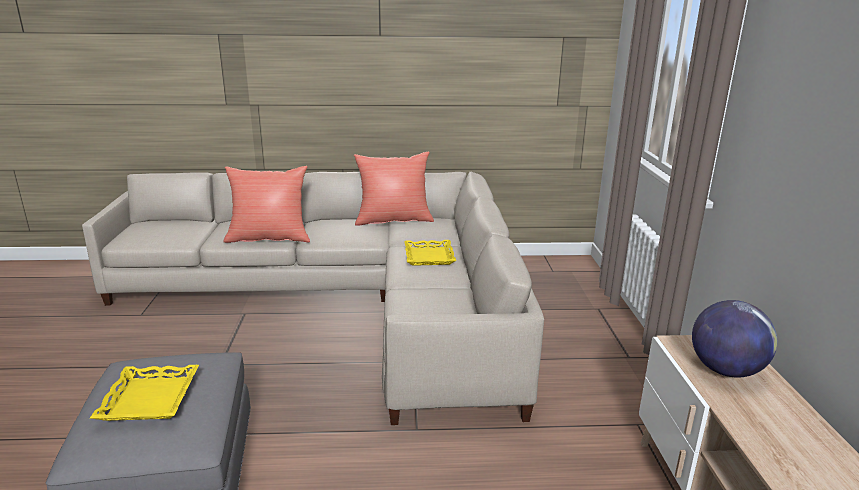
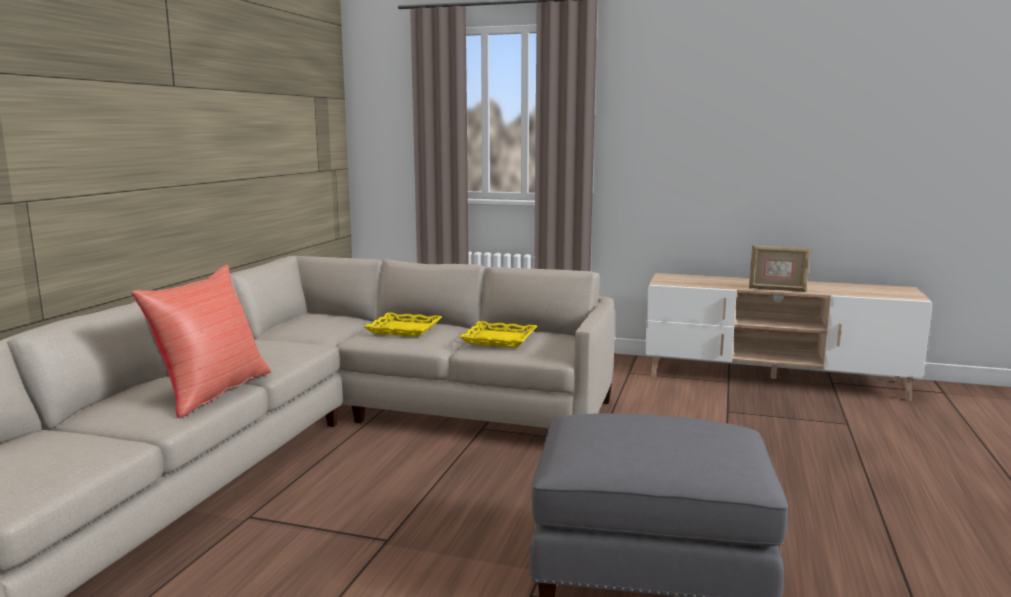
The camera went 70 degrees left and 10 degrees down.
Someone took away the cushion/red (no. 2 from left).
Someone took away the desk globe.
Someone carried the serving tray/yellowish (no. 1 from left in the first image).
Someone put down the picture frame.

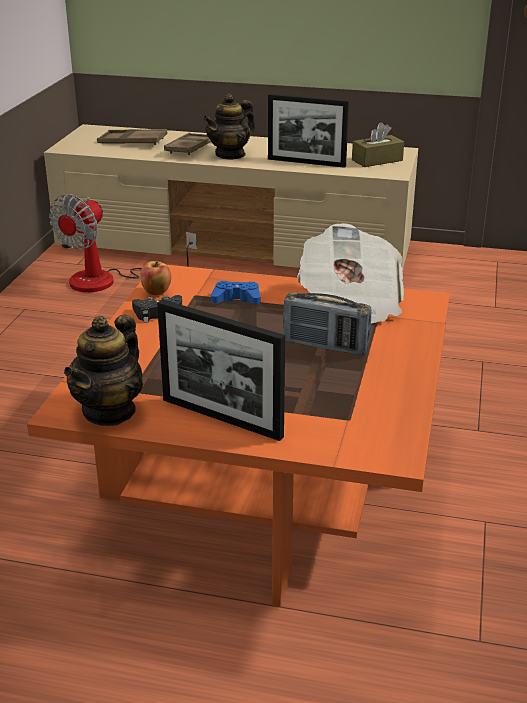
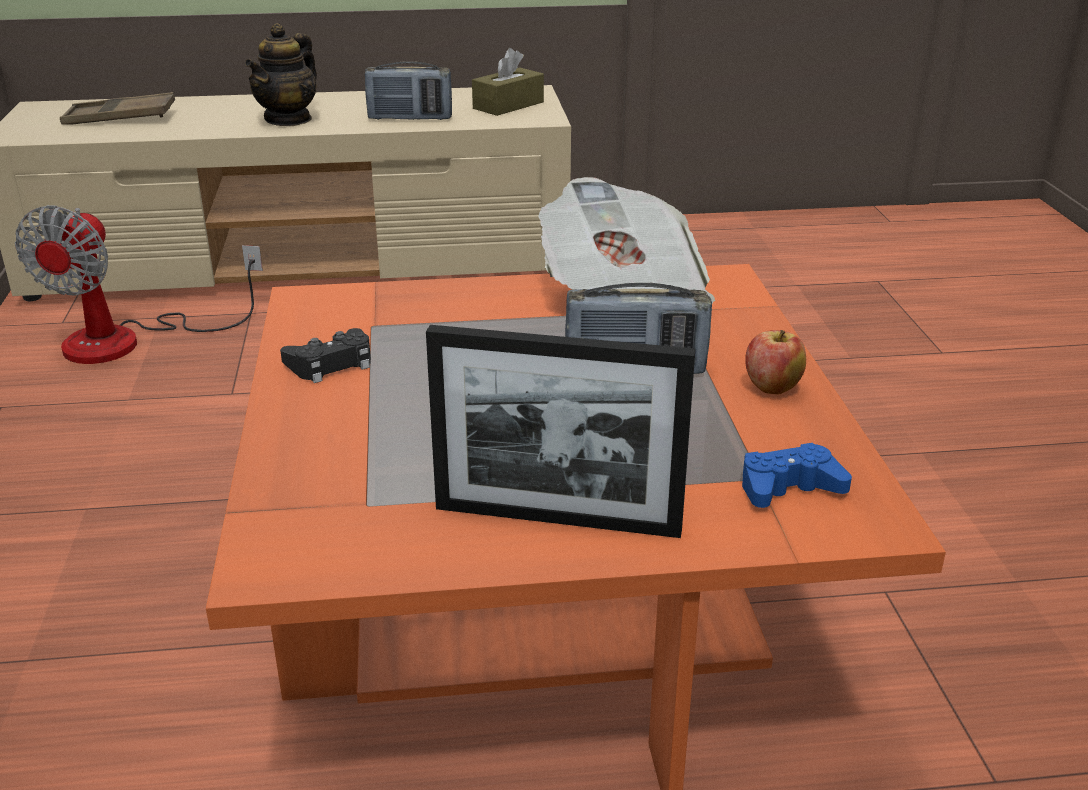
The camera went 20 degrees left and 0 degrees up.
Someone swapped the picture frame (no. 2 from left) for the radio receiver (no. 1 from left).
Someone took away the serving tray/brown (no. 2 from left).
Someone carried the apple.
Someone carried the gamepad/blue-coloured.
Someone took away the pot for tea (no. 1 from left).

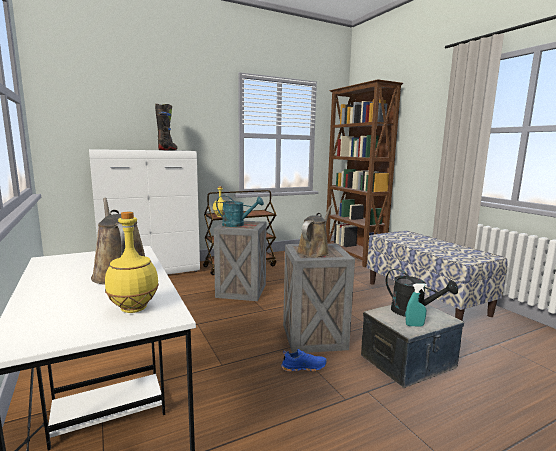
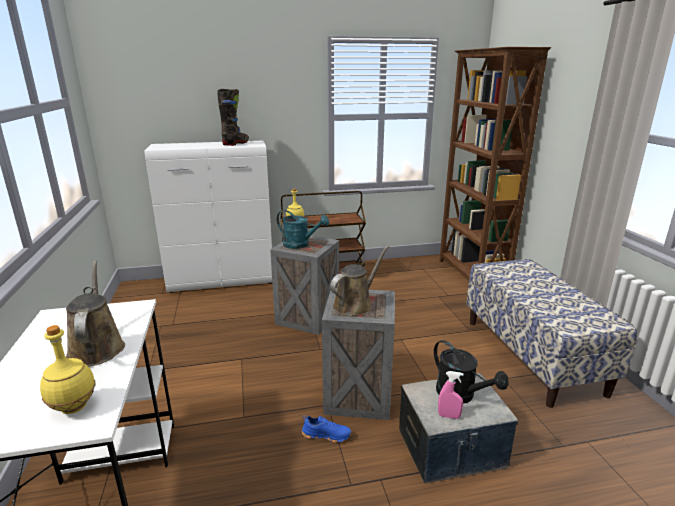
The camera went 15 degrees right and 10 degrees up.
Someone repainted the hand sprayer/turquoise-coloured, which became the hand sprayer/pinkish.

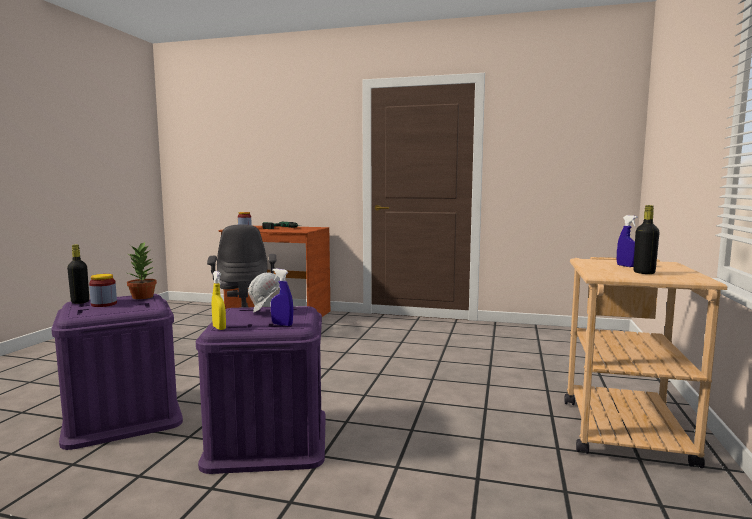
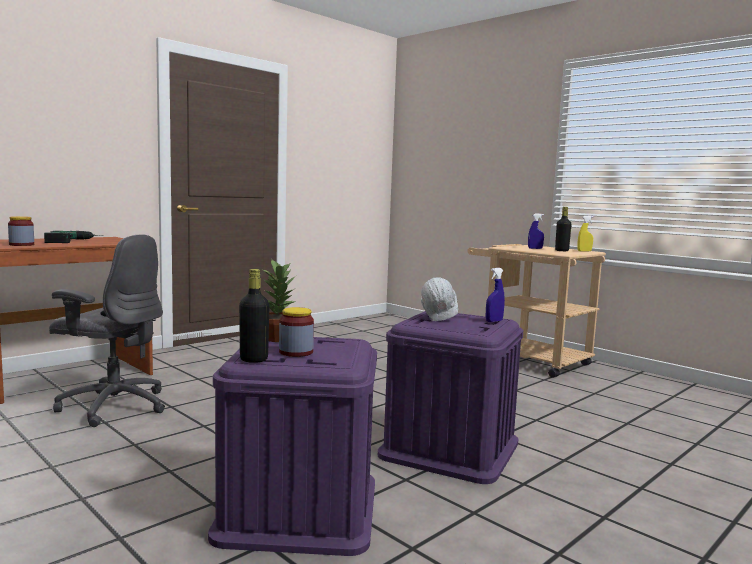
The camera went 60 degrees left and 0 degrees up.
Someone carried the hand sprayer/yellowish.

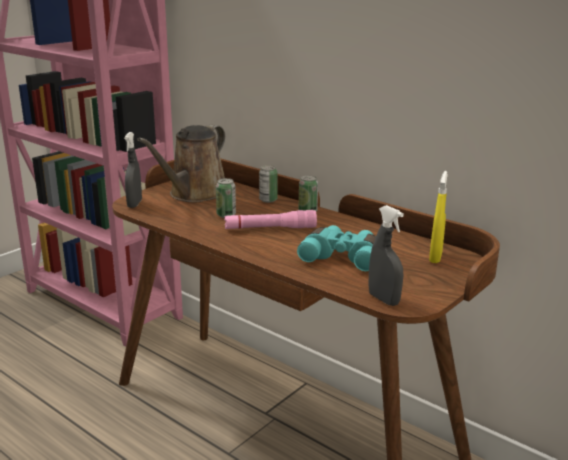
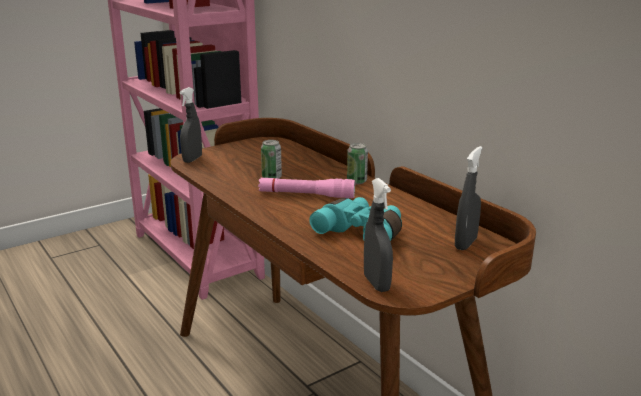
The camera went 15 degrees right and 0 degrees up.
Someone took away the sprinkling can/brown.
Someone took away the can (no. 2 from left).
Someone repainted the hand sprayer/yellowish, which became the hand sprayer/grey (no. 3 from left).

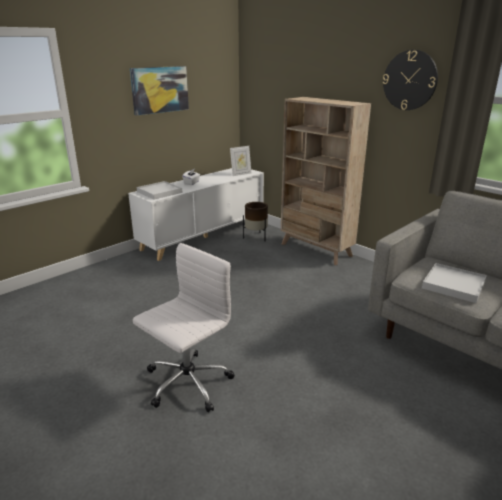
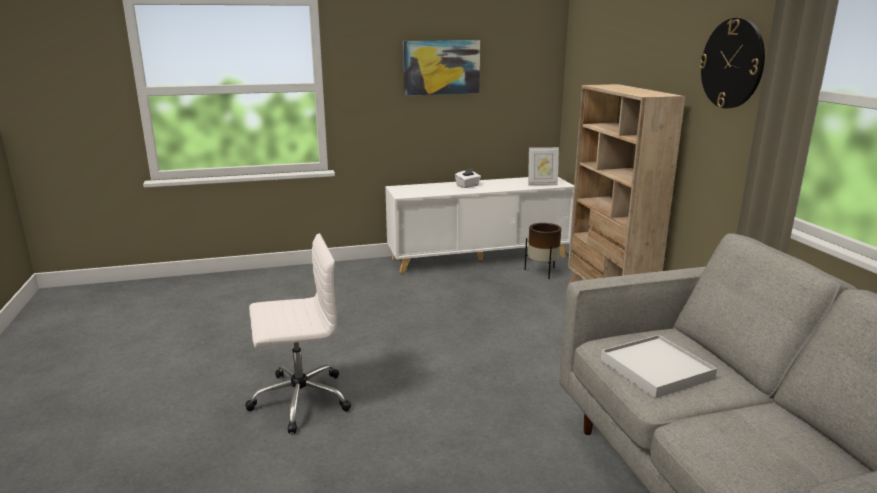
The camera went 30 degrees right and 5 degrees down.
Someone took away the serving tray/whitish (no. 1 from left).

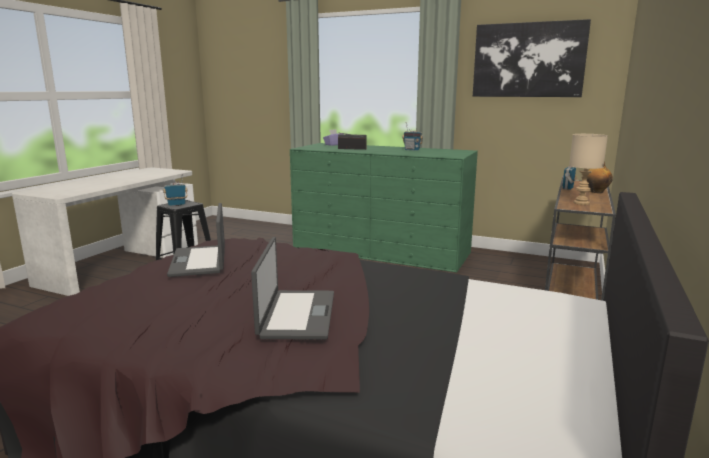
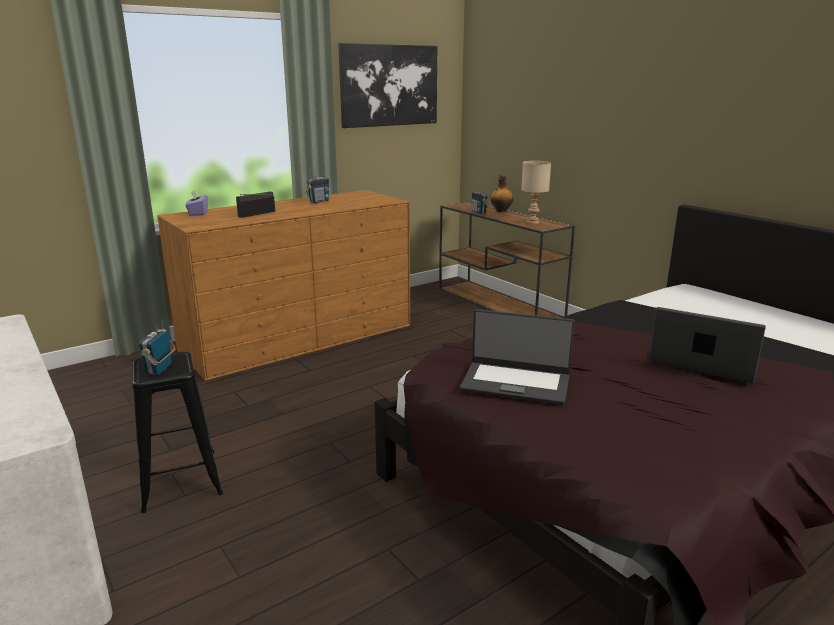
The camera went 60 degrees left and 5 degrees up.
Someone repainted the chest of drawers/green, which became the chest of drawers/brown.

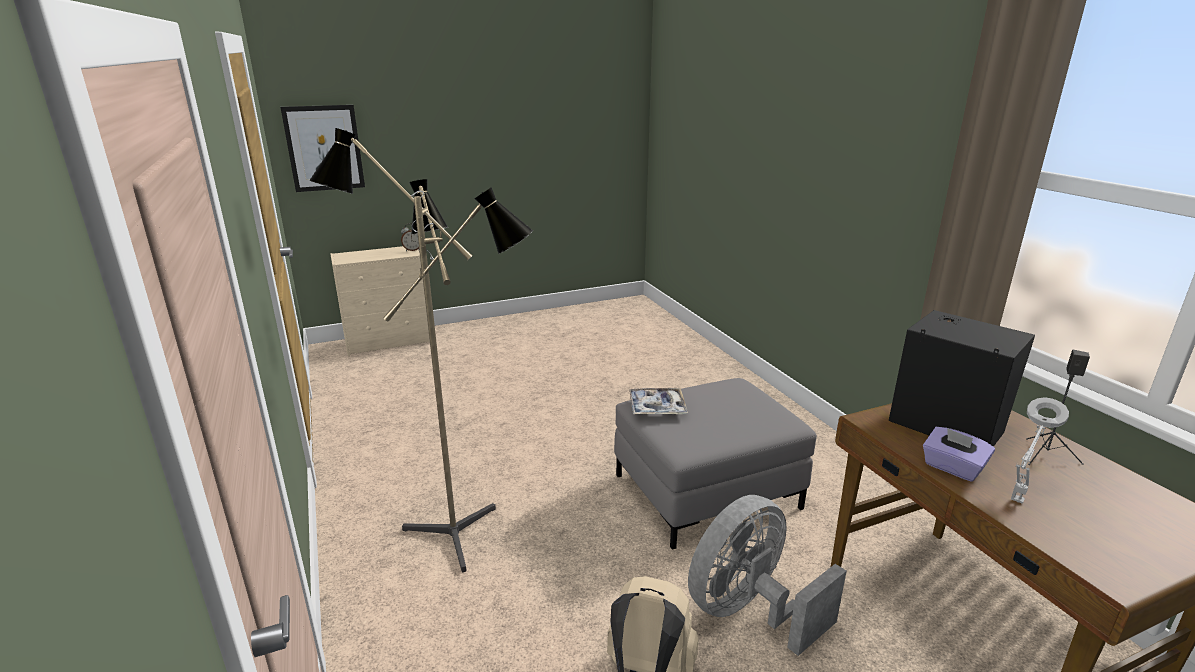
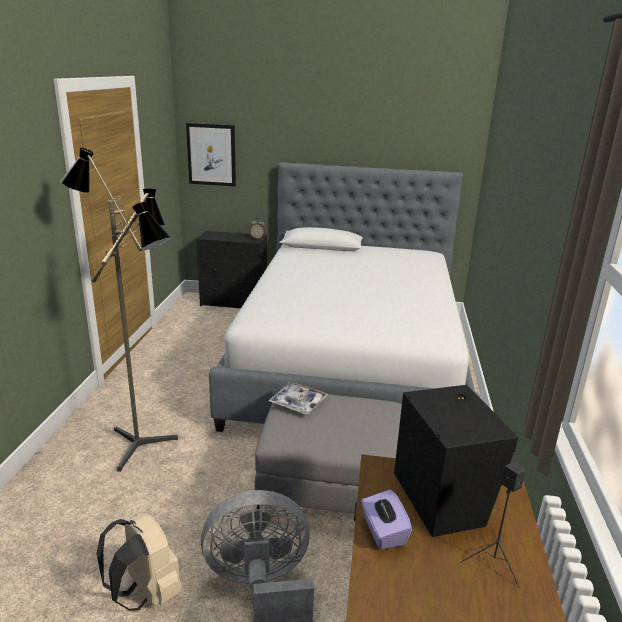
The camera went 30 degrees right and 0 degrees up.
Someone repainted the chest of drawers/beige, which became the chest of drawers/black.
Someone took away the table lamp/grey.
Someone put down the sleeping bed.

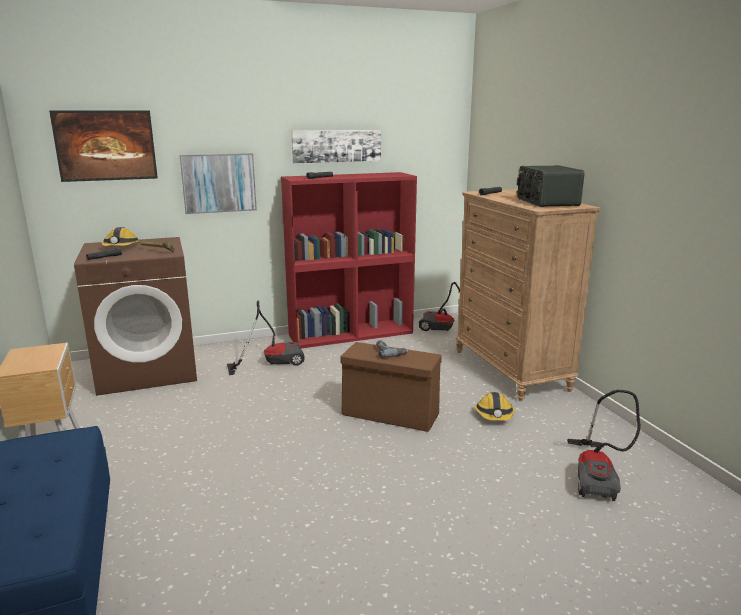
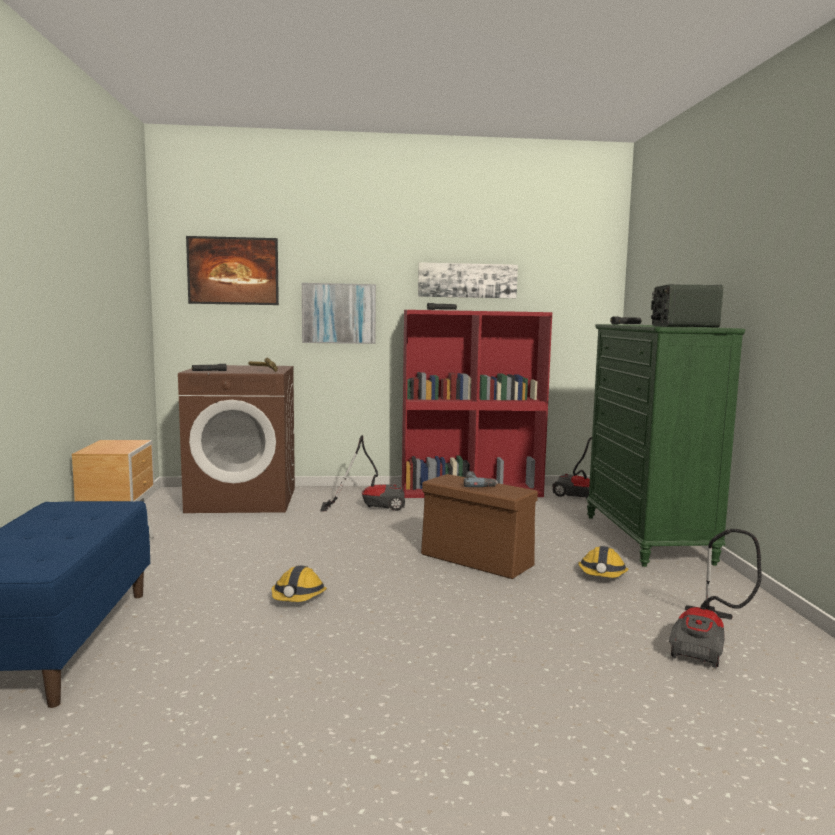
The camera went 15 degrees right and 10 degrees down.
Someone repainted the chest of drawers/brown, which became the chest of drawers/green.
Someone carried the safety helmet (no. 1 from left).

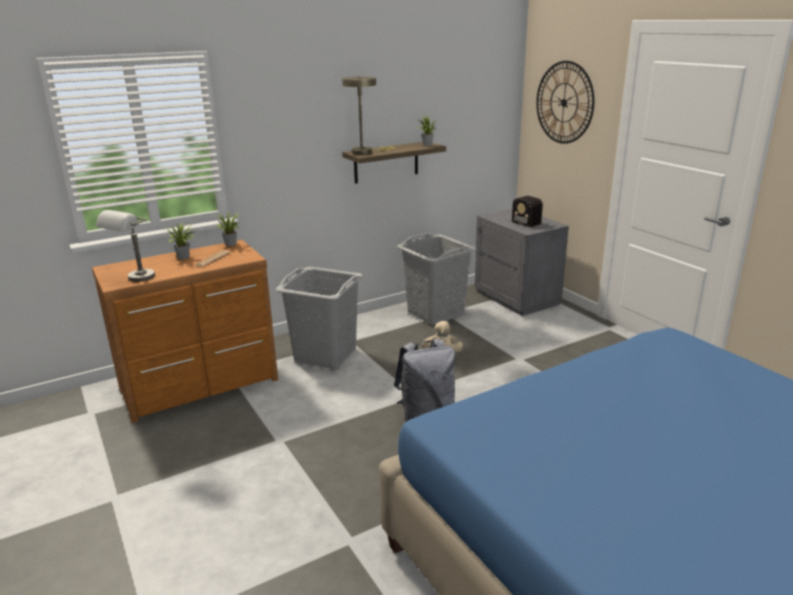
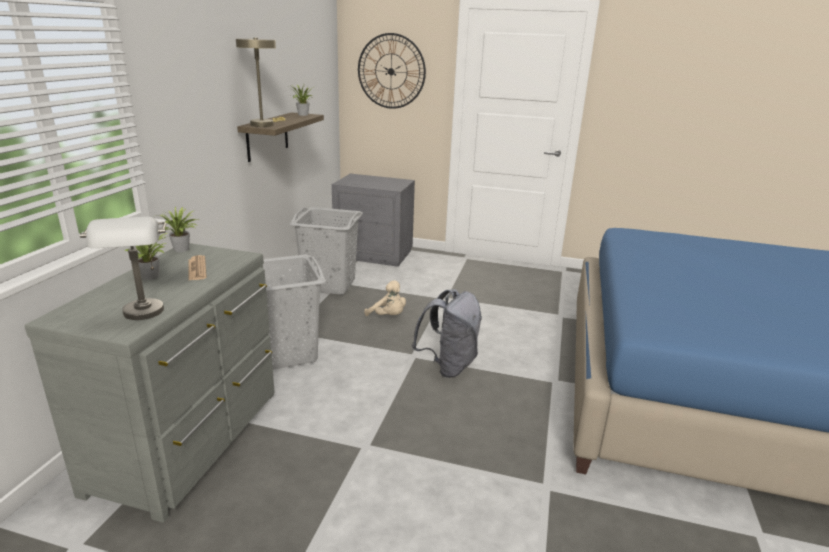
The camera went 45 degrees left and 0 degrees up.
Someone took away the radio receiver.
Someone repainted the chest of drawers/brown, which became the chest of drawers/grey.

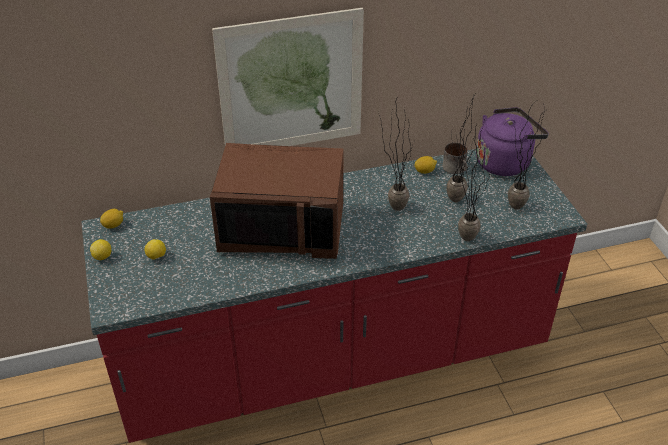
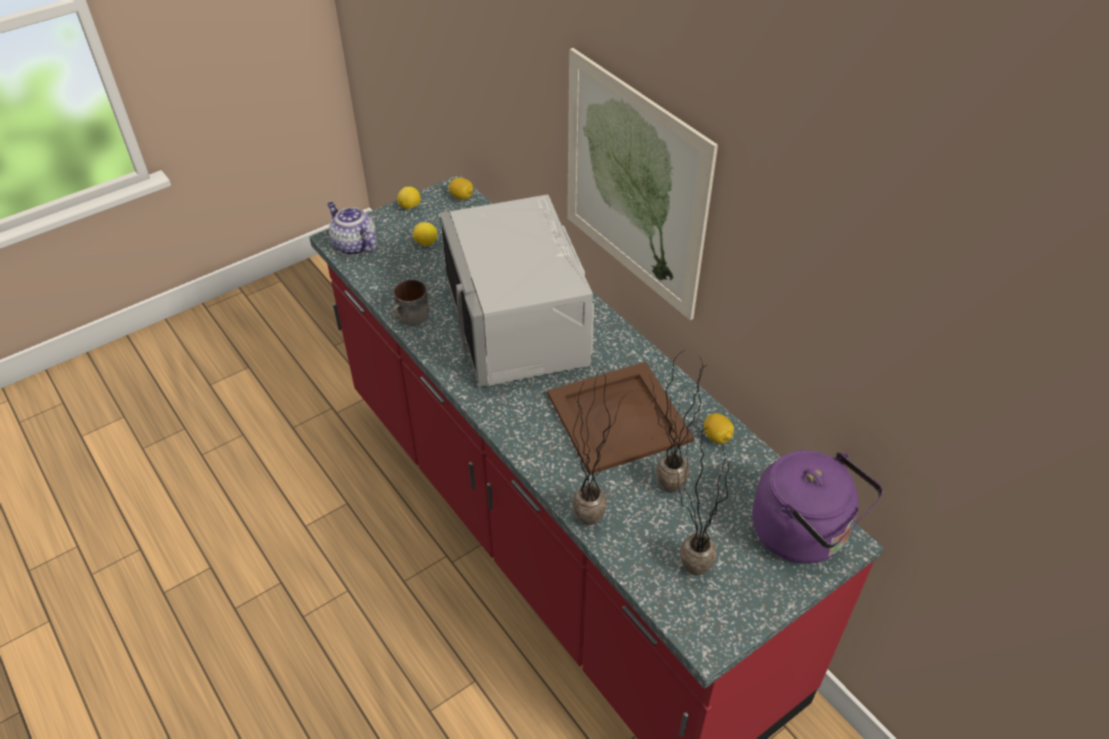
The camera went 70 degrees right and 5 degrees up.
Someone swapped the plant in a pot (no. 1 from left) for the serving tray/brown.
Someone repainted the kitchen microwave/brown, which became the kitchen microwave/grey.
Someone carried the mug.
Someone put down the pot for tea.

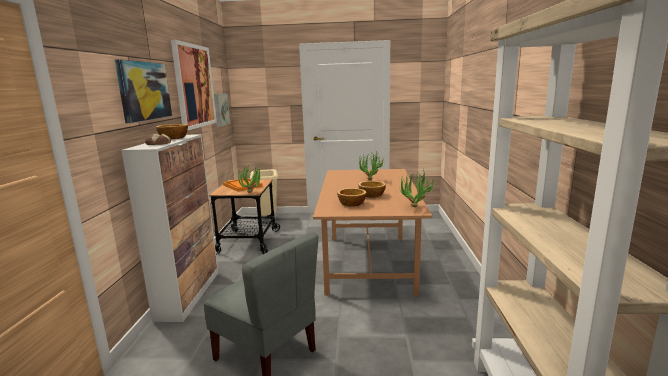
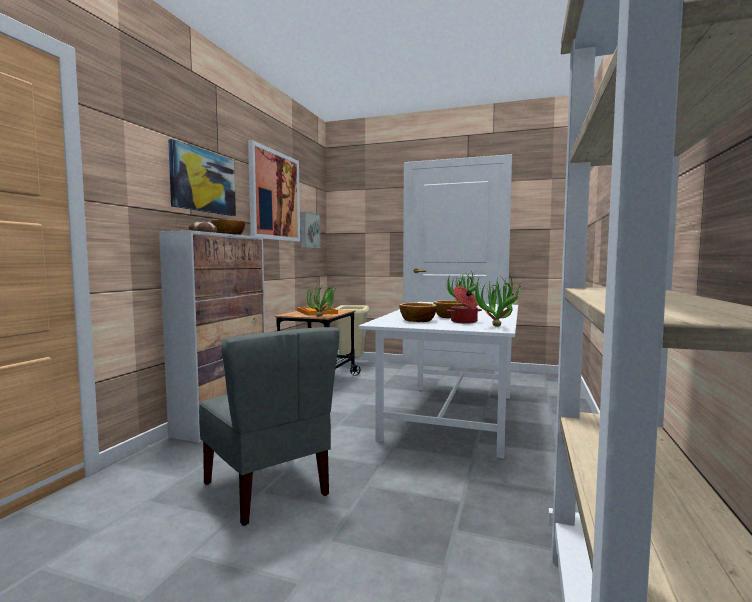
The camera went 15 degrees right and 10 degrees down.
Someone repainted the kitchen table/brown, which became the kitchen table/whitish.
Someone put down the saucepot.

